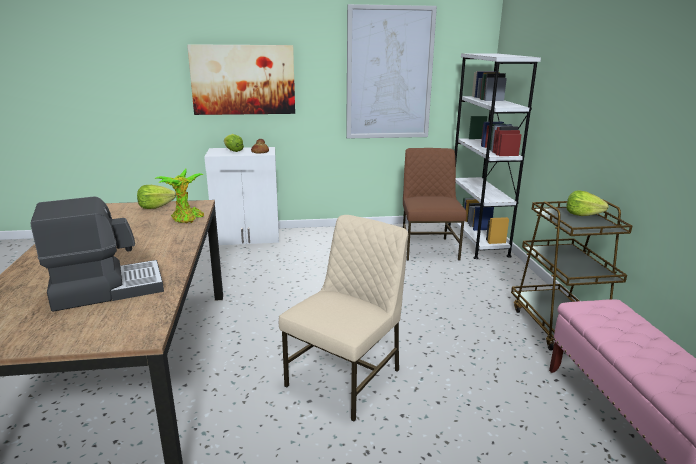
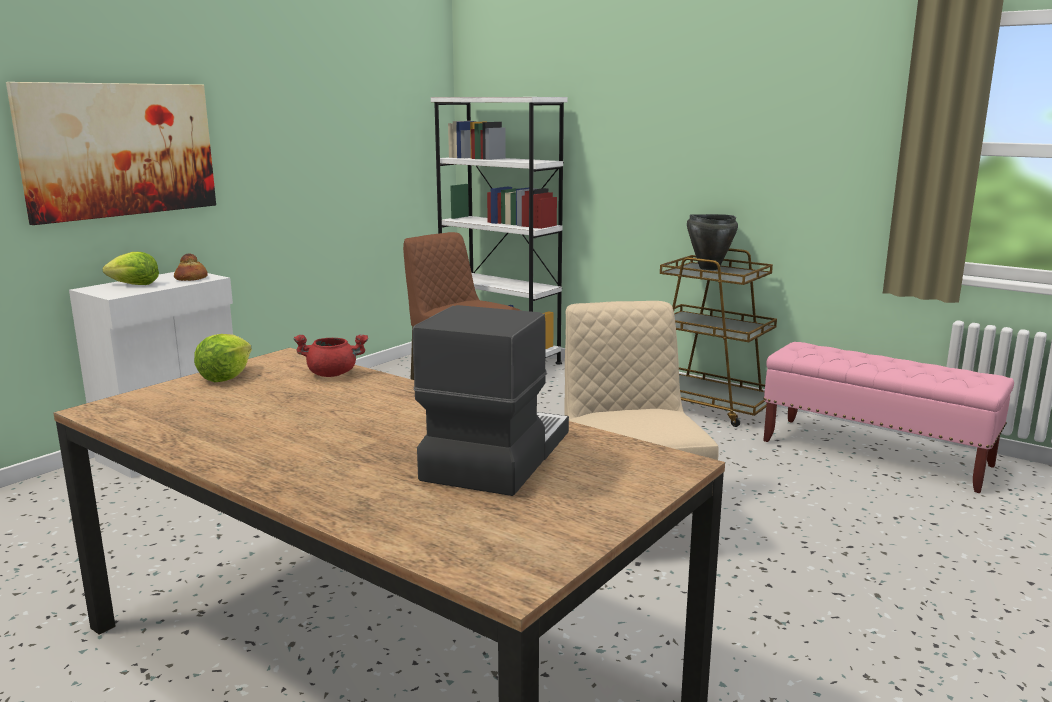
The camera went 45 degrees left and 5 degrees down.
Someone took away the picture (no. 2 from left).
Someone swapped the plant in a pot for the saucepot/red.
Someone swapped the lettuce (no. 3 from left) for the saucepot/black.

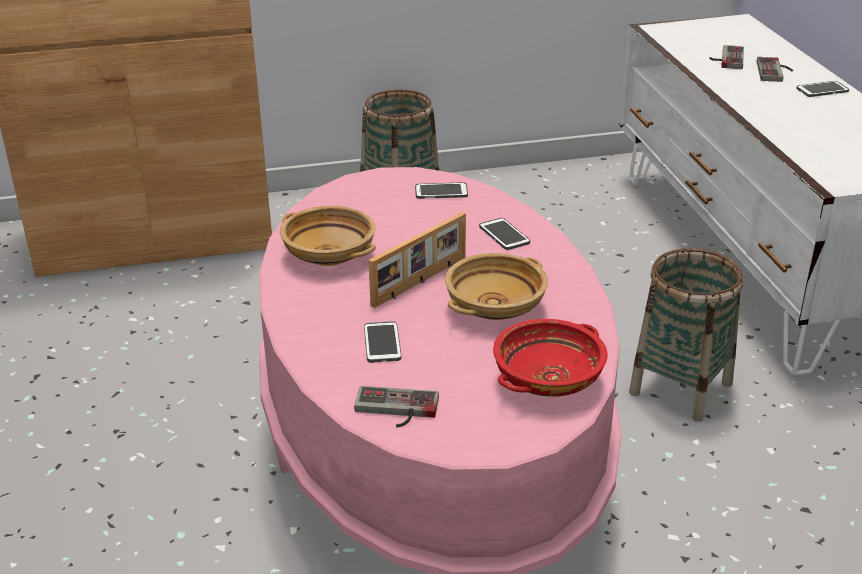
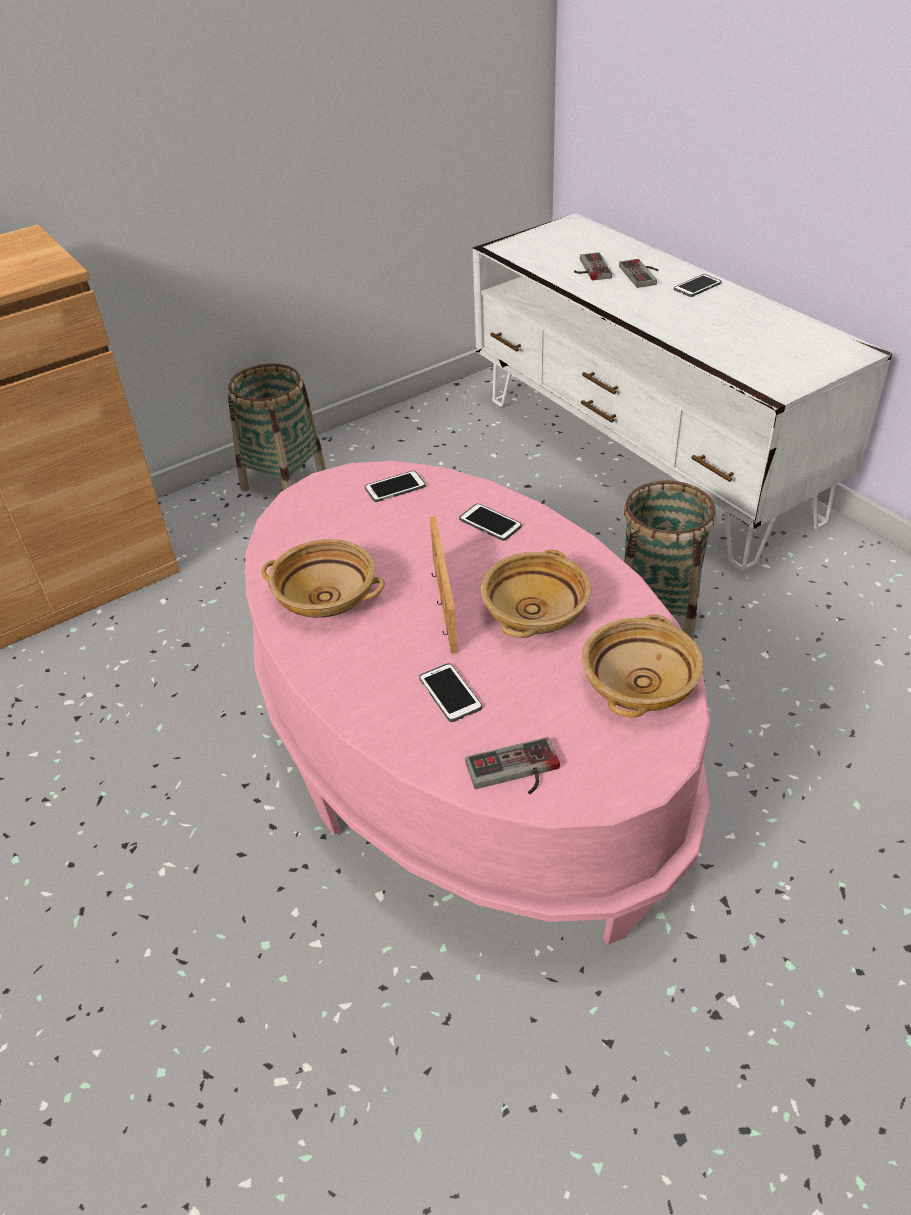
The camera went 20 degrees left and 10 degrees up.
Someone rotated the picture frame by 150 degrees clockwise.
Someone repainted the serving bowl/red, which became the serving bowl/beige (no. 3 from left).

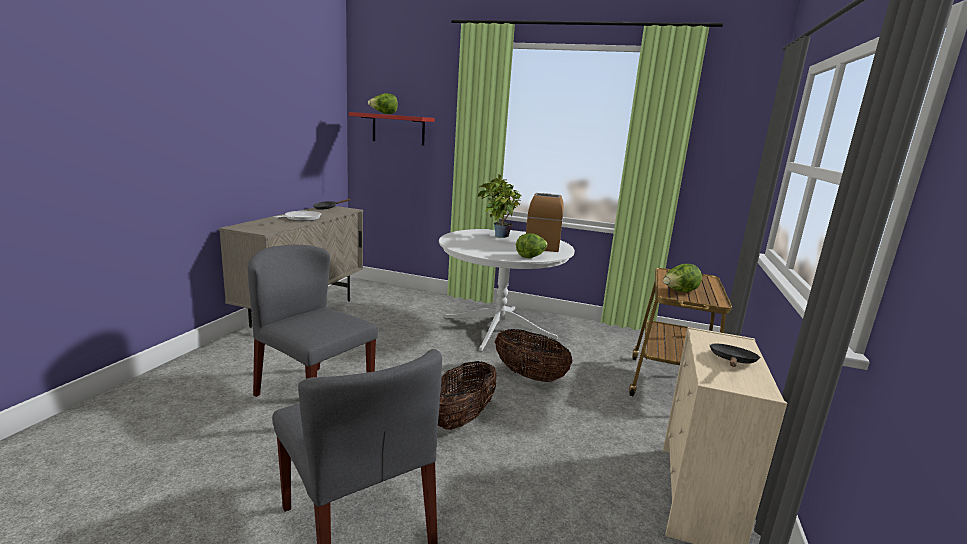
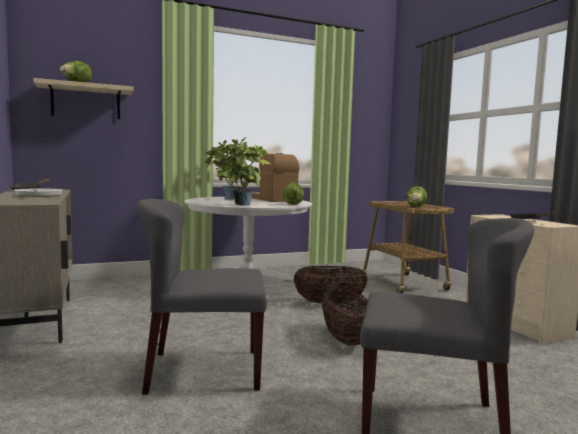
The camera went 40 degrees left and 10 degrees down.
Someone repainted the wall shelf/red, which became the wall shelf/beige.
Someone put down the plant in a pot (no. 2 from left).

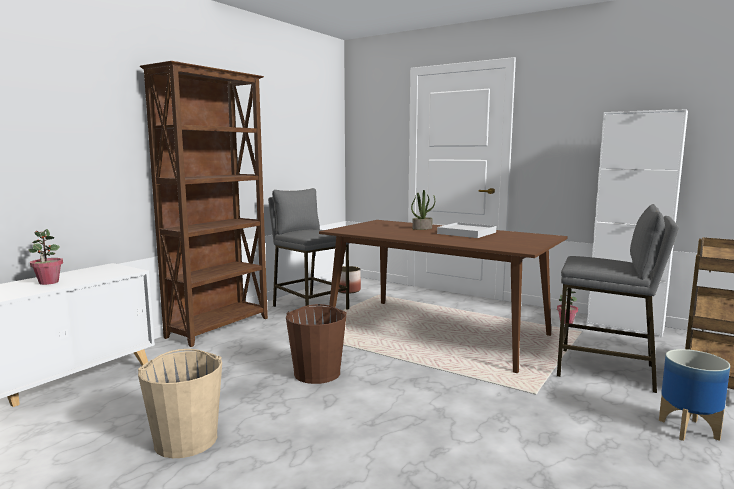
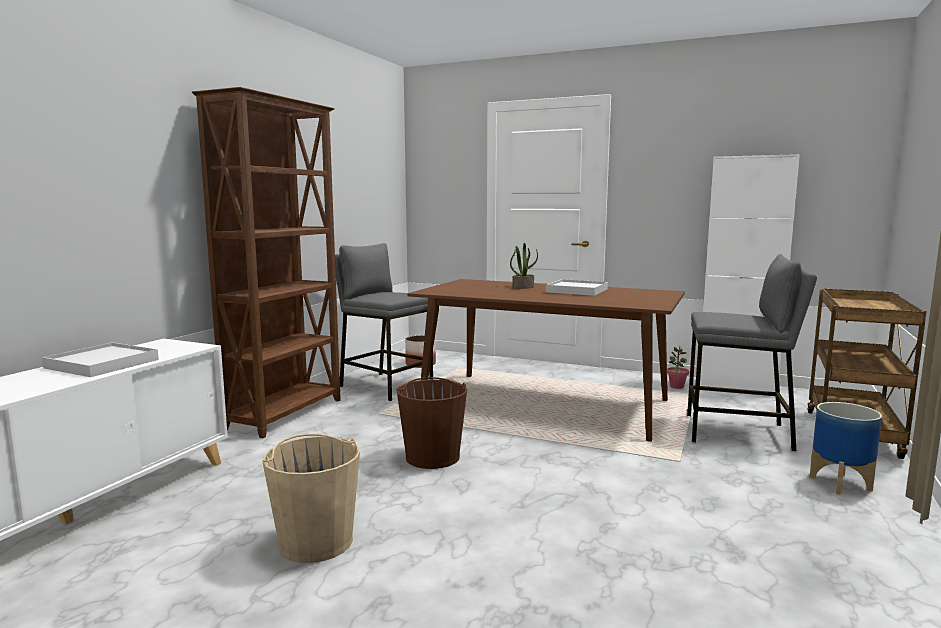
The camera went 10 degrees left and 0 degrees up.
Someone swapped the plant in a pot (no. 1 from left) for the serving tray/whitish (no. 1 from left).

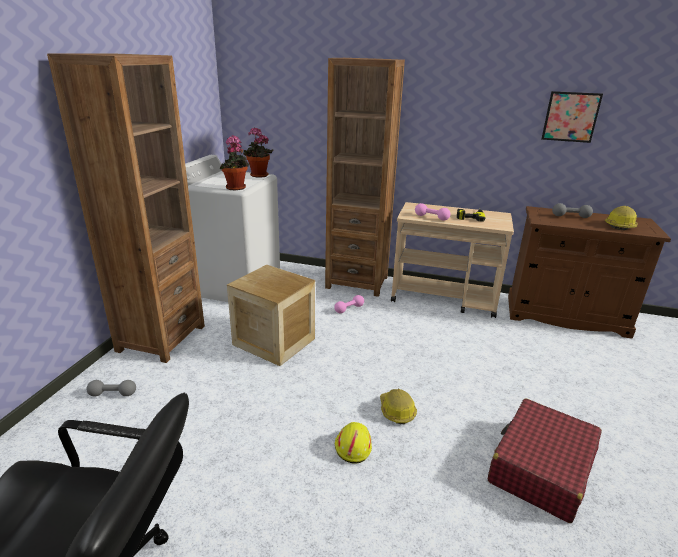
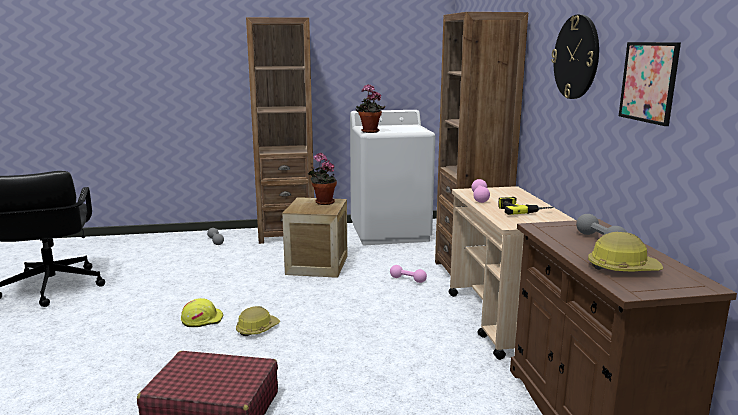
The camera went 65 degrees right and 10 degrees down.
Someone carried the plant in a pot (no. 2 from left in the first image).
Someone put up the clock on the wall.

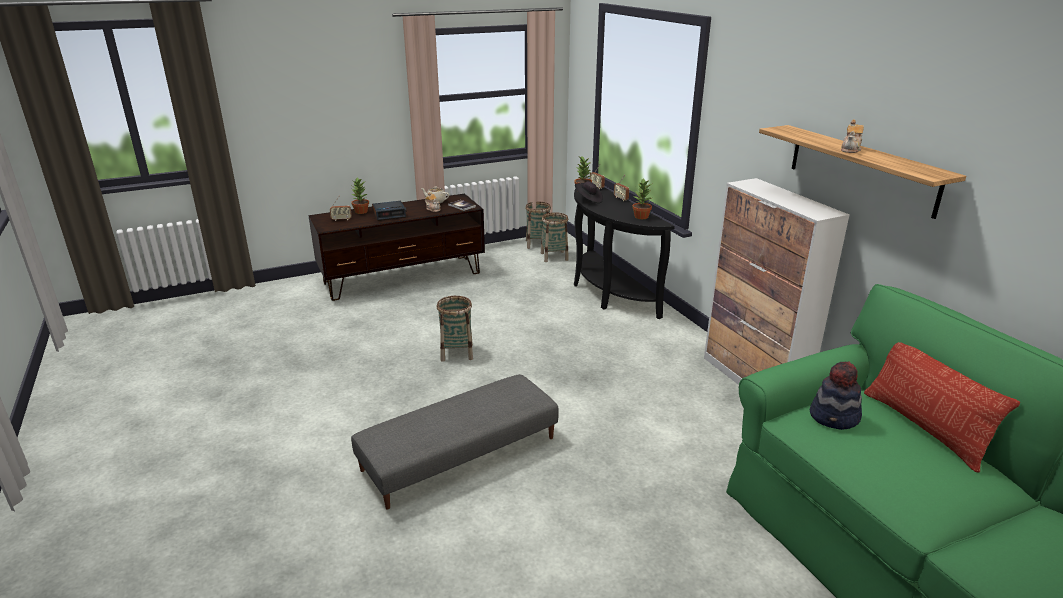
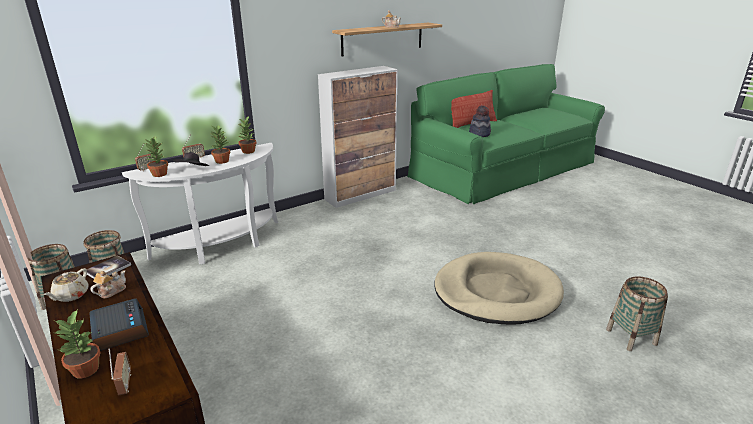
The camera went 100 degrees left and 0 degrees up.
Someone repainted the narrow table/black, which became the narrow table/whitish.
Someone carried the household basket (no. 1 from left in the first image).
Someone swapped the footrest/grey for the dog cushion/beige.
Someone put down the plant in a pot (no. 3 from left).

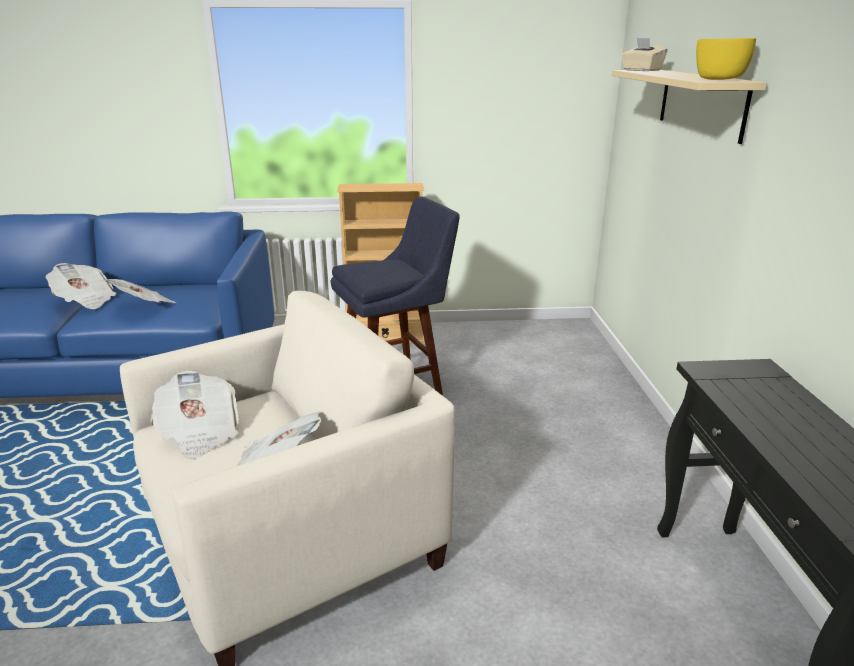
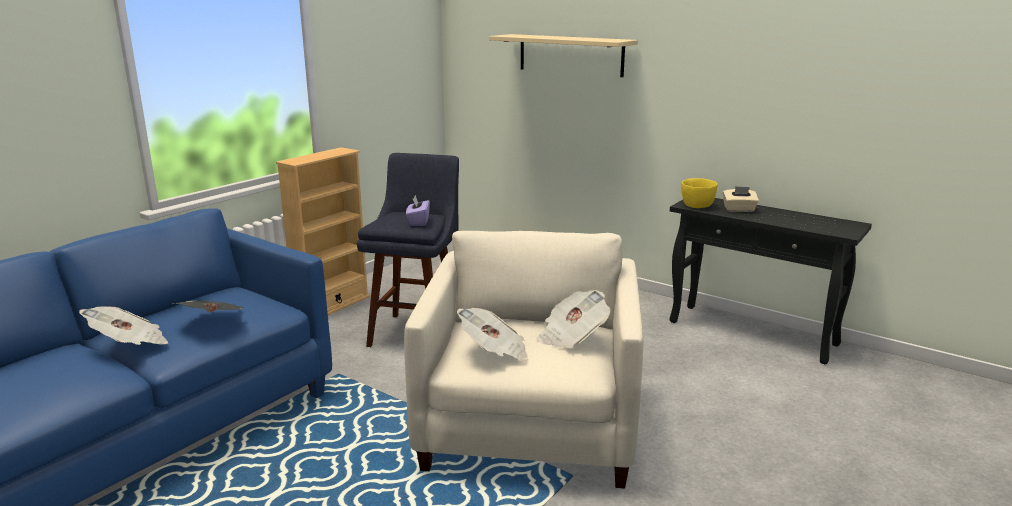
The camera went 50 degrees left and 5 degrees down.
Someone carried the tissue holder/beige.
Someone carried the serving bowl/yellowish.
Someone put down the tissue holder/purplish.

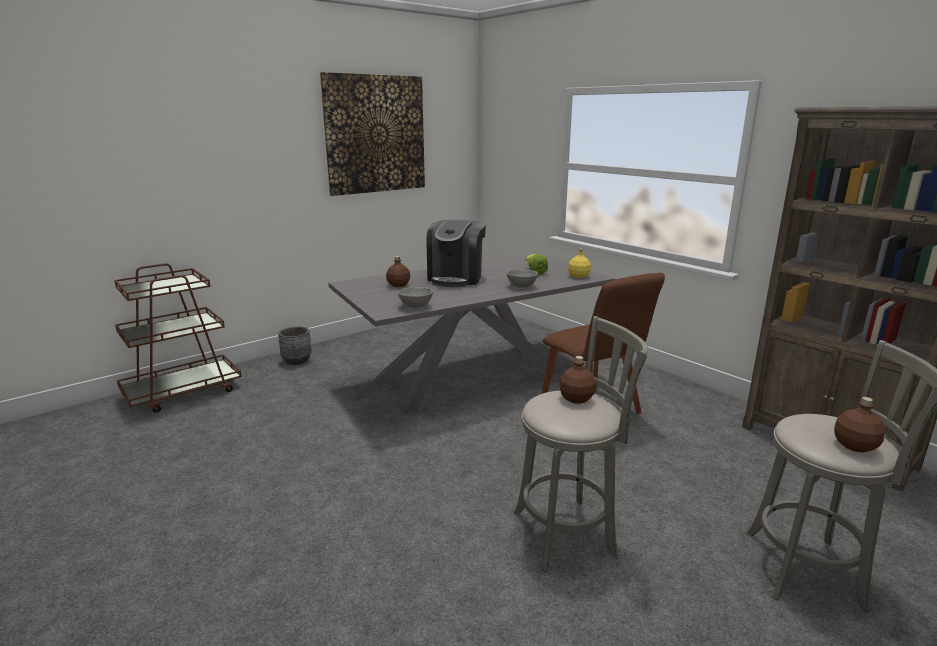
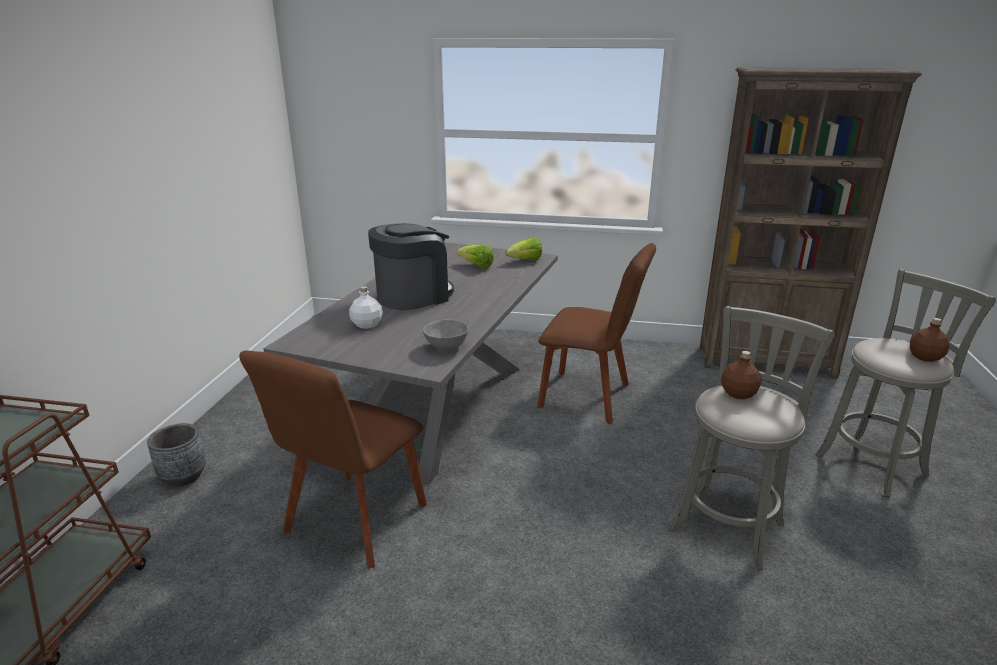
The camera went 40 degrees left and 5 degrees up.
Someone took away the picture.
Someone rotated the coffee brewer by 105 degrees counterclockwise.
Someone swapped the beverage bottle/yellowish for the lettuce (no. 2 from left).
Someone repainted the beverage bottle/brown (no. 1 from left), which became the beverage bottle/whitish.
Someone took away the serving bowl/grey (no. 2 from left).
Someone put down the chair/brown (no. 1 from left).

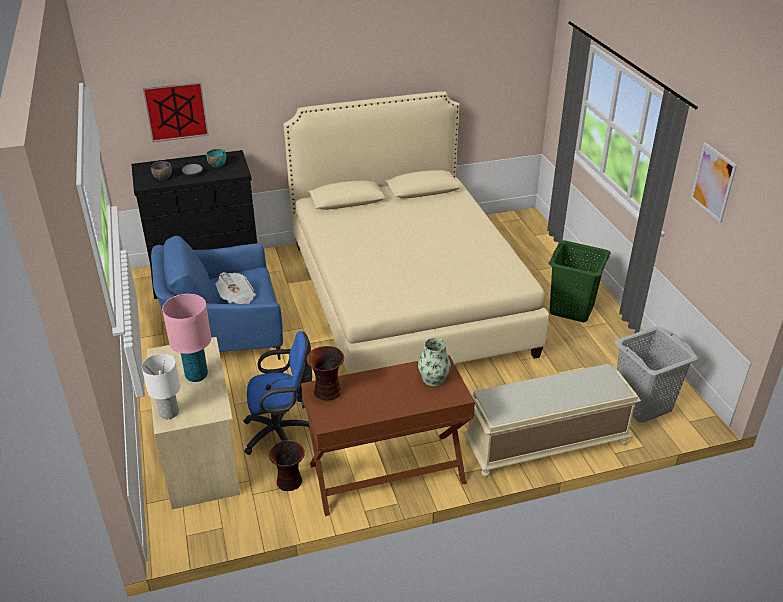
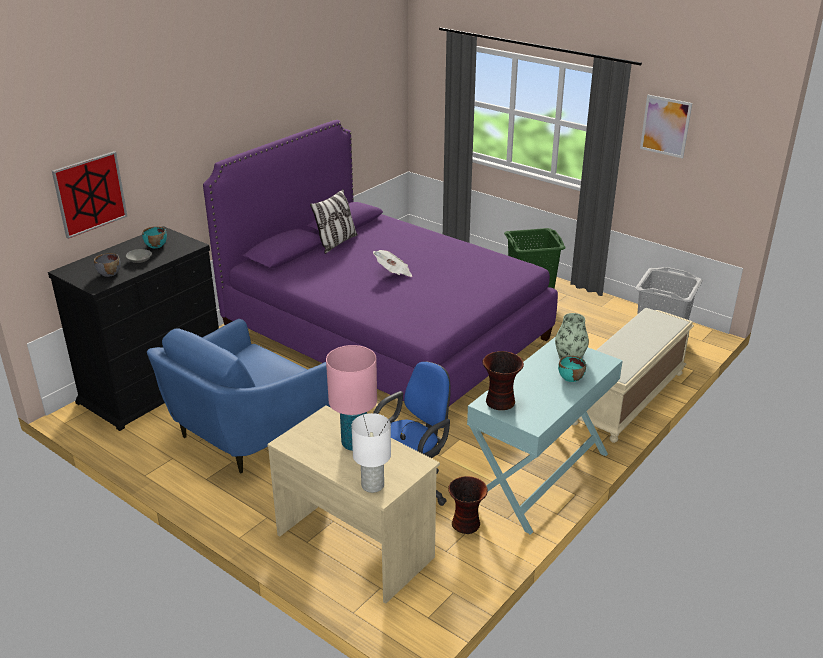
The camera went 35 degrees left and 5 degrees down.
Someone repainted the sleeping bed/beige, which became the sleeping bed/purplish.
Someone carried the newspaper.
Someone repainted the narrow table/brown, which became the narrow table/turquoise-coloured.
Someone put down the cushion.
Someone put down the serving bowl/turquoise-coloured (no. 2 from left).

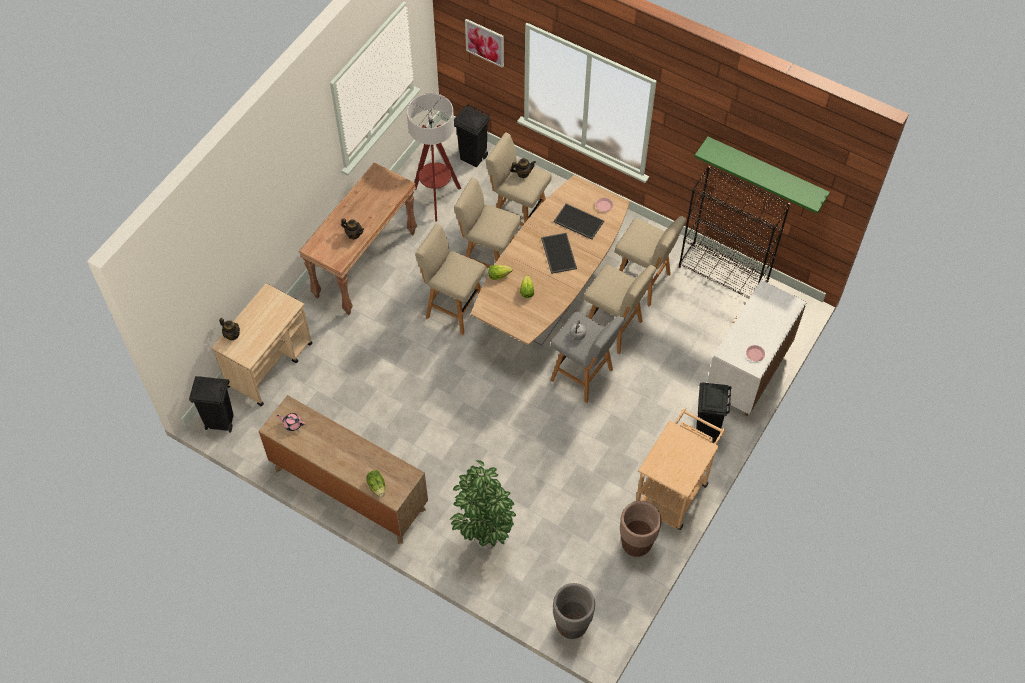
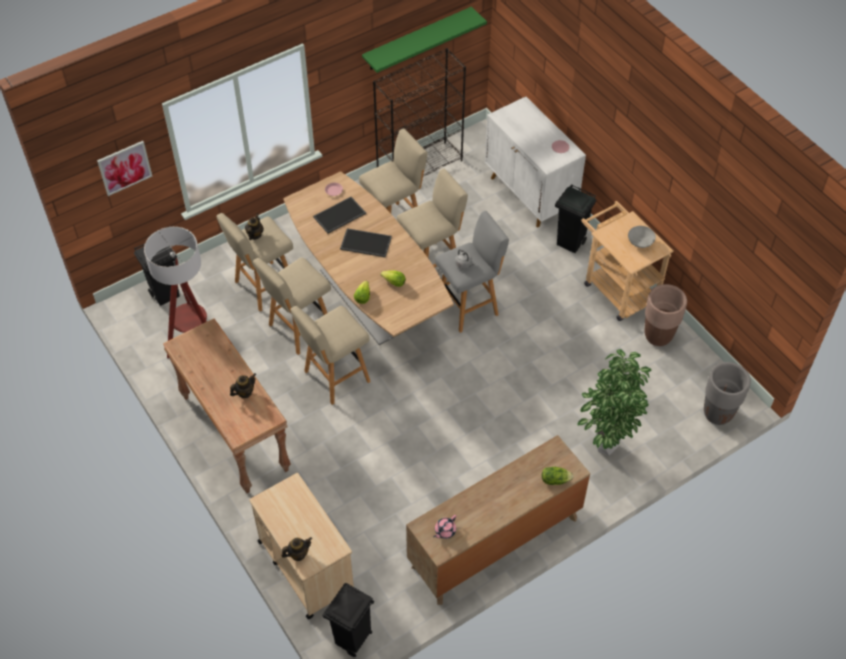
The camera went 65 degrees left and 5 degrees down.
Someone put down the serving bowl/grey.

